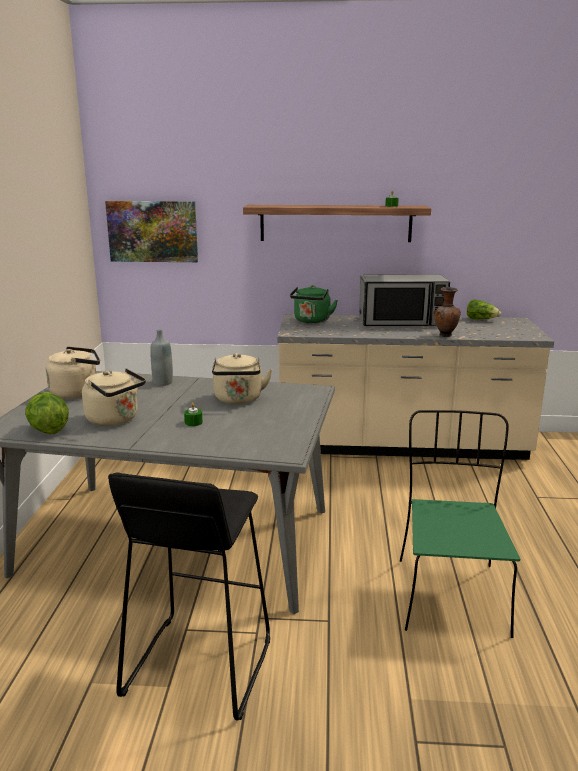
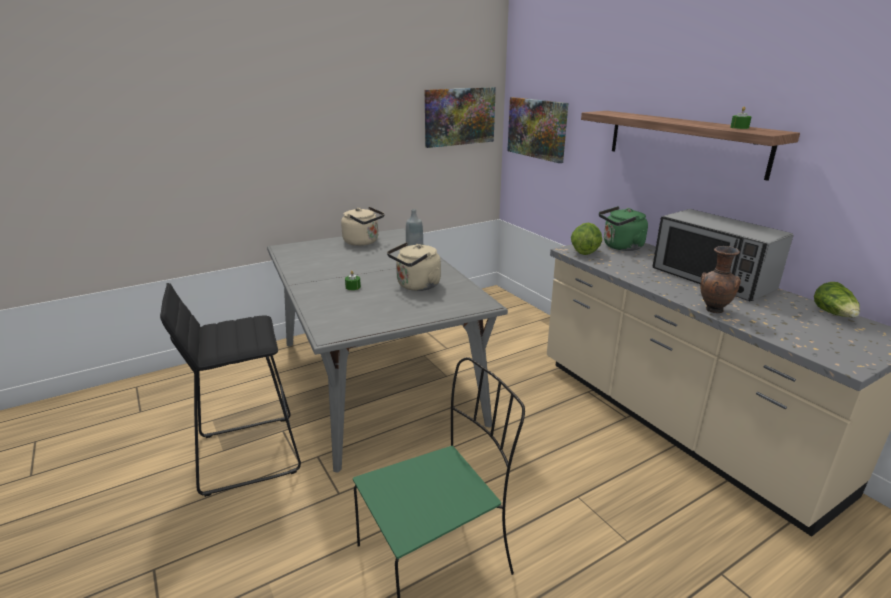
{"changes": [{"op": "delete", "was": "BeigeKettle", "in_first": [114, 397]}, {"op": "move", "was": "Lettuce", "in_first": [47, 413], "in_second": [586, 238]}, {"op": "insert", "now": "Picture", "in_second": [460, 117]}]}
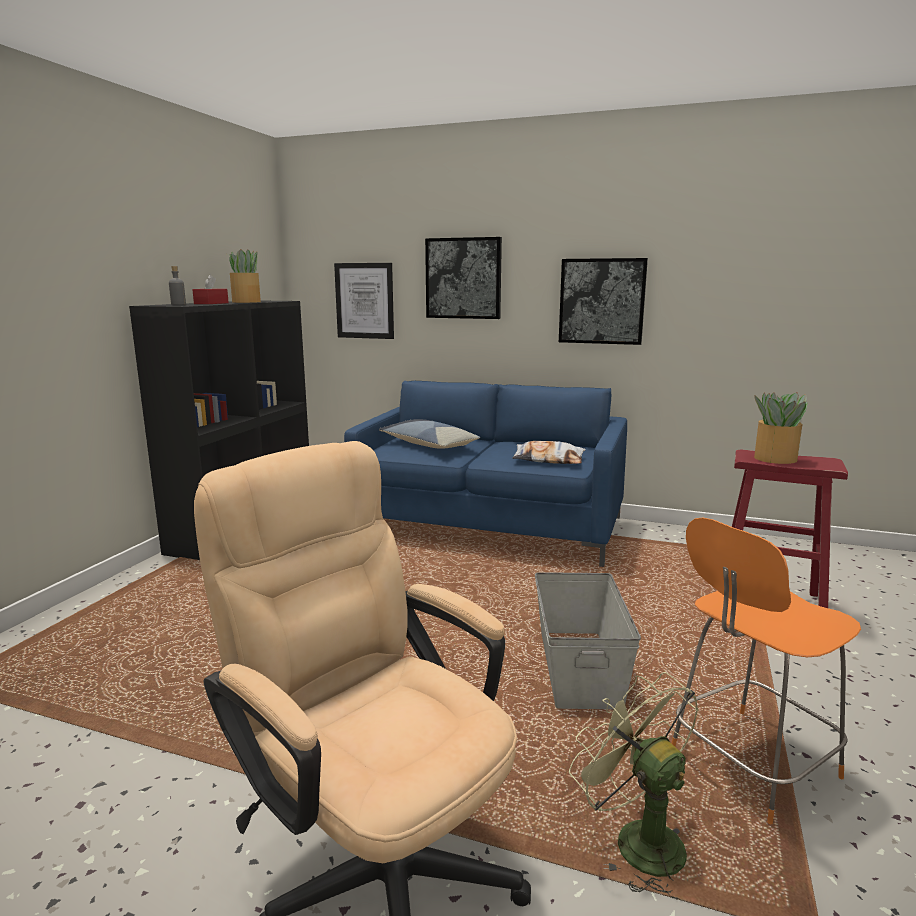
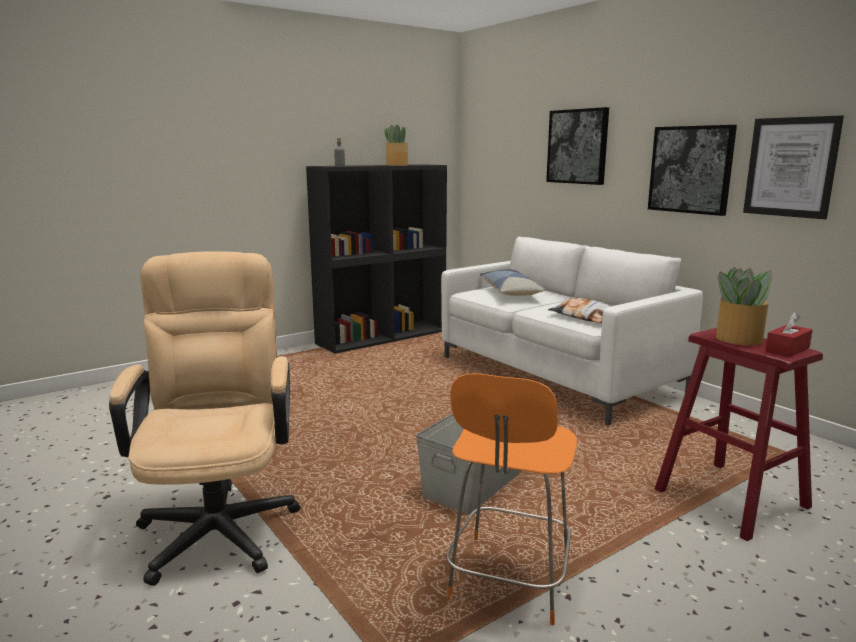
{"changes": [{"op": "move", "was": "Picture", "in_first": [364, 301], "in_second": [793, 167]}, {"op": "move", "was": "RedTissueBox", "in_first": [210, 289], "in_second": [789, 334]}, {"op": "recolor", "was": "BlueSofa", "now": "WhiteSofa", "in_first": [485, 474], "in_second": [572, 331]}, {"op": "rotate", "was": "OrangeChair", "in_first": [766, 671], "in_second": [511, 499], "clockwise": -75}, {"op": "delete", "was": "GreenFan", "in_first": [634, 785]}]}
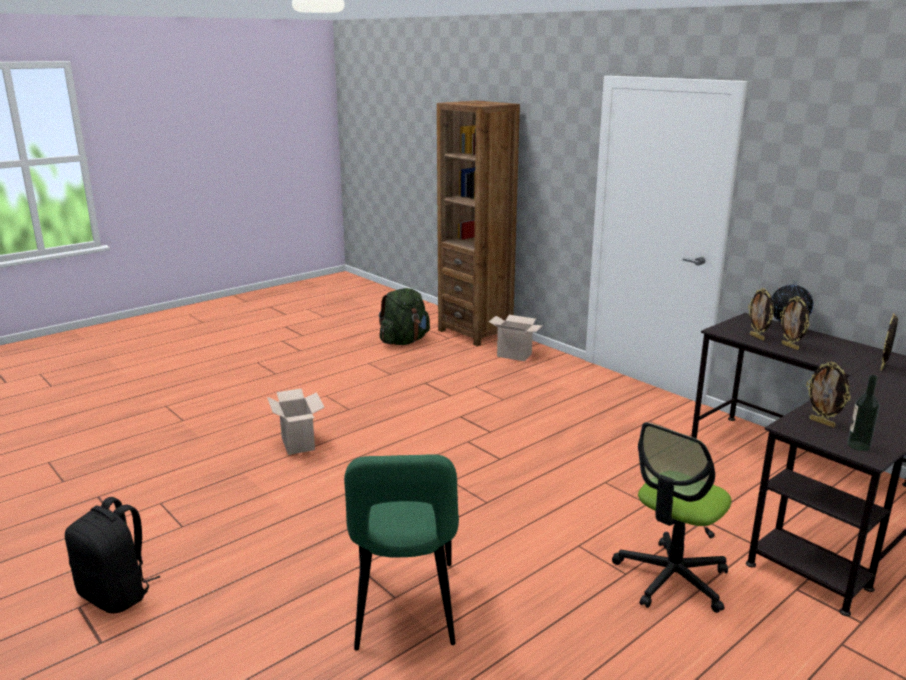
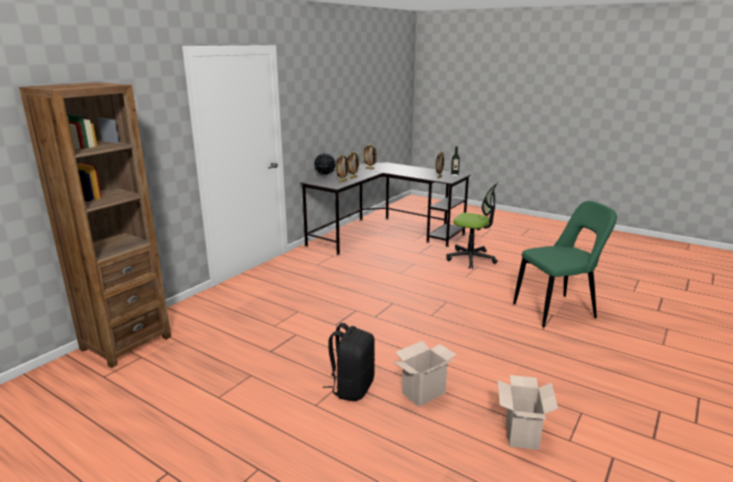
{"changes": [{"op": "delete", "was": "GreenBackpack", "in_first": [404, 316]}, {"op": "move", "was": "CardboardBox", "in_first": [516, 338], "in_second": [527, 412]}, {"op": "move", "was": "BlackBackpack", "in_first": [112, 555], "in_second": [349, 362]}]}
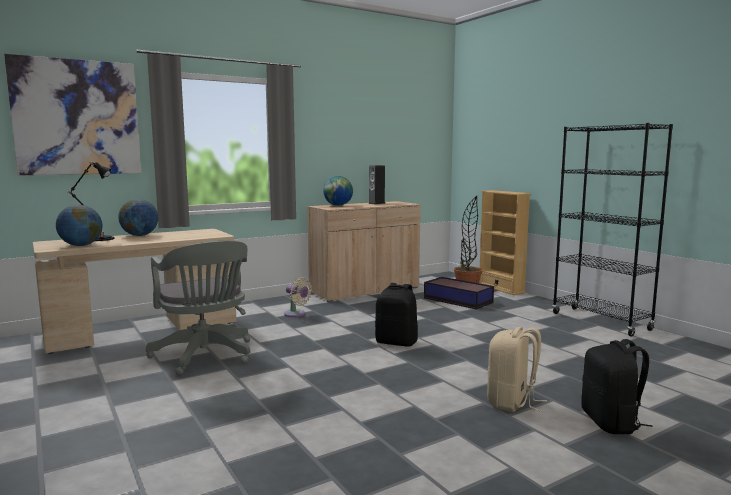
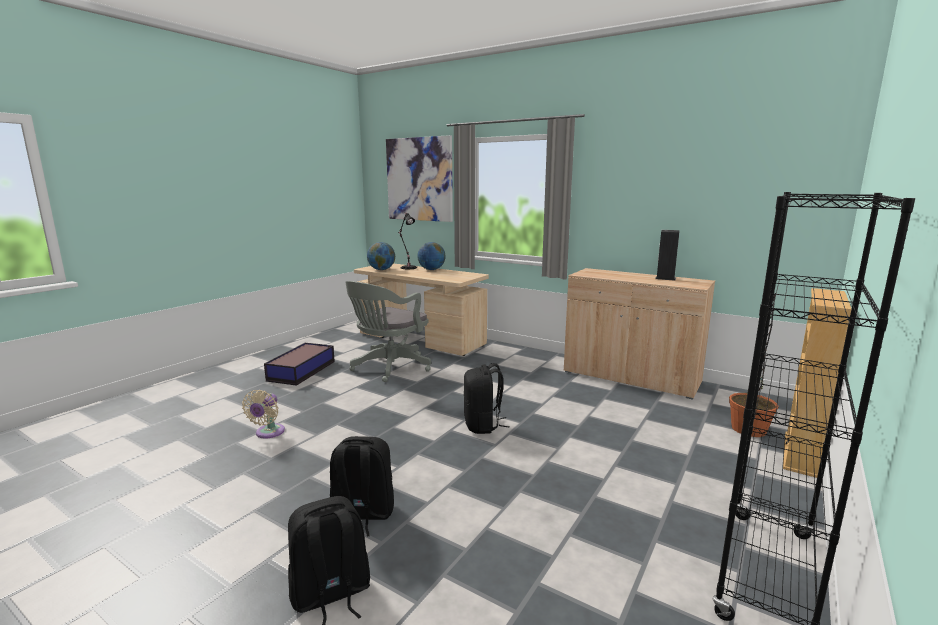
{"changes": [{"op": "delete", "was": "Globe", "in_first": [338, 191]}, {"op": "move", "was": "BeigeFan", "in_first": [298, 297], "in_second": [263, 414]}, {"op": "move", "was": "StorageBox", "in_first": [459, 293], "in_second": [299, 364]}, {"op": "recolor", "was": "BeigeBackpack", "now": "BlackBackpack", "in_first": [517, 369], "in_second": [362, 486]}]}
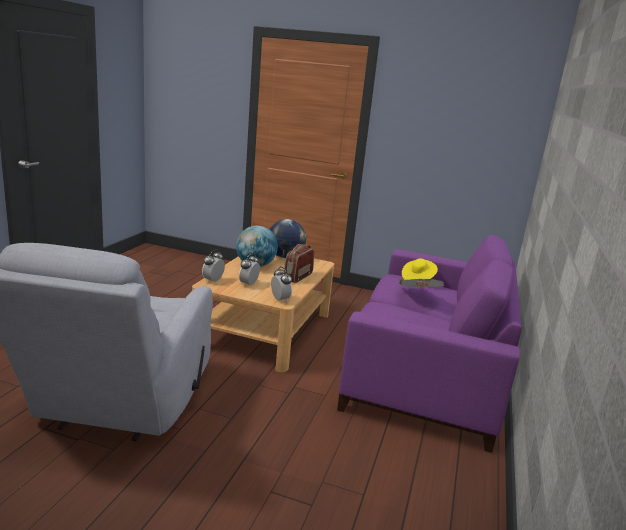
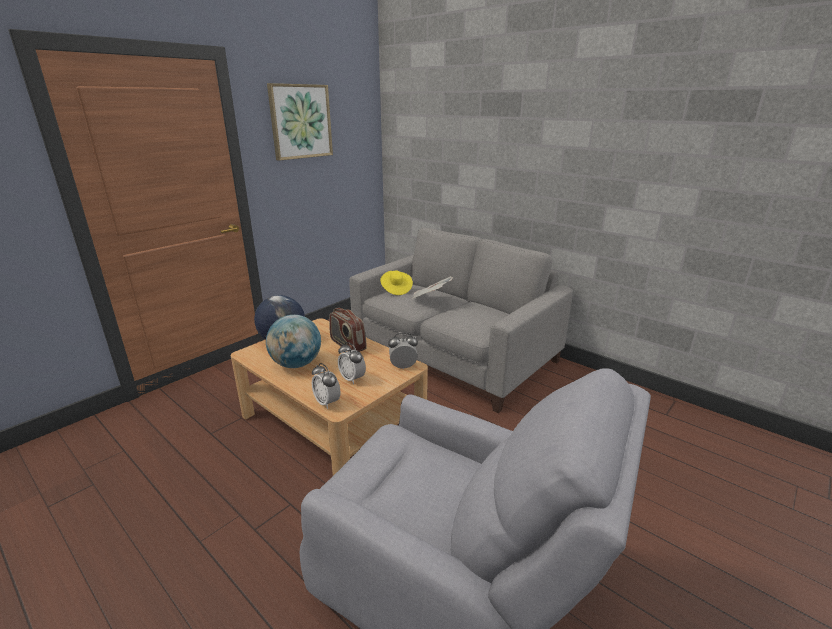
{"changes": [{"op": "recolor", "was": "PurpleSofa", "now": "GreySofa", "in_first": [429, 344], "in_second": [461, 320]}, {"op": "insert", "now": "Picture", "in_second": [300, 122]}]}
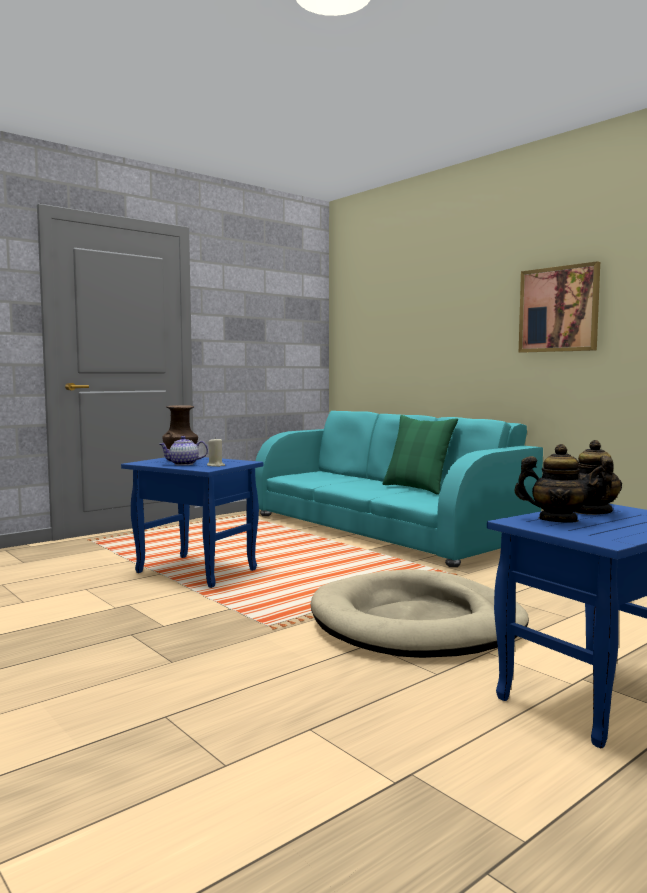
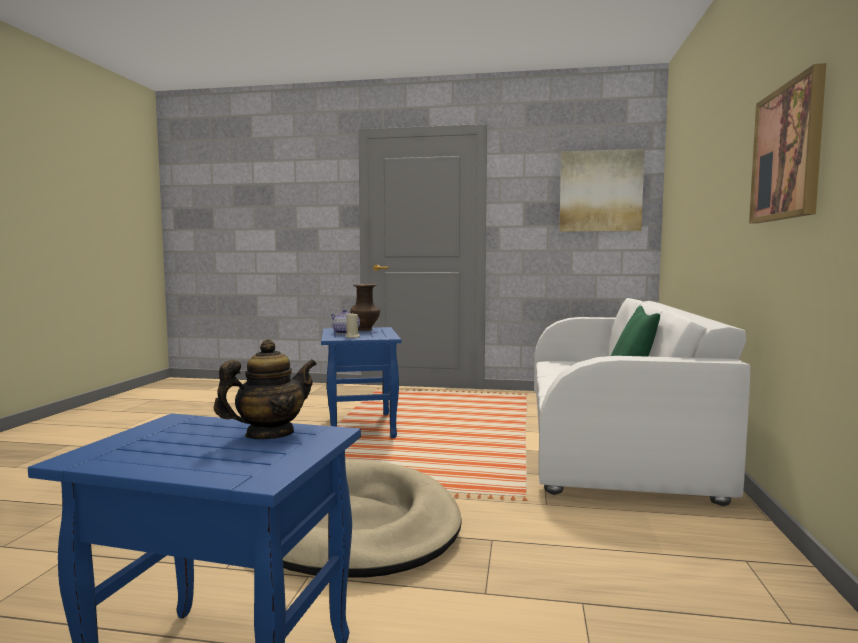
{"changes": [{"op": "recolor", "was": "TurquoiseSofa", "now": "WhiteSofa", "in_first": [399, 489], "in_second": [642, 402]}, {"op": "delete", "was": "Teapot", "in_first": [559, 483]}, {"op": "insert", "now": "Picture", "in_second": [602, 190]}]}
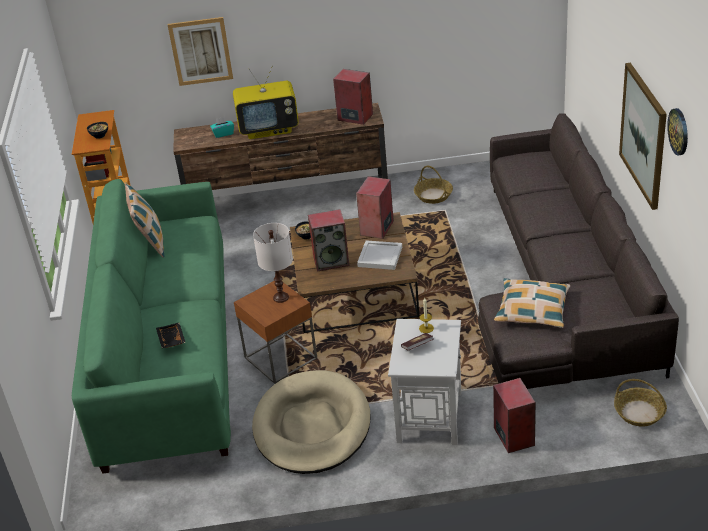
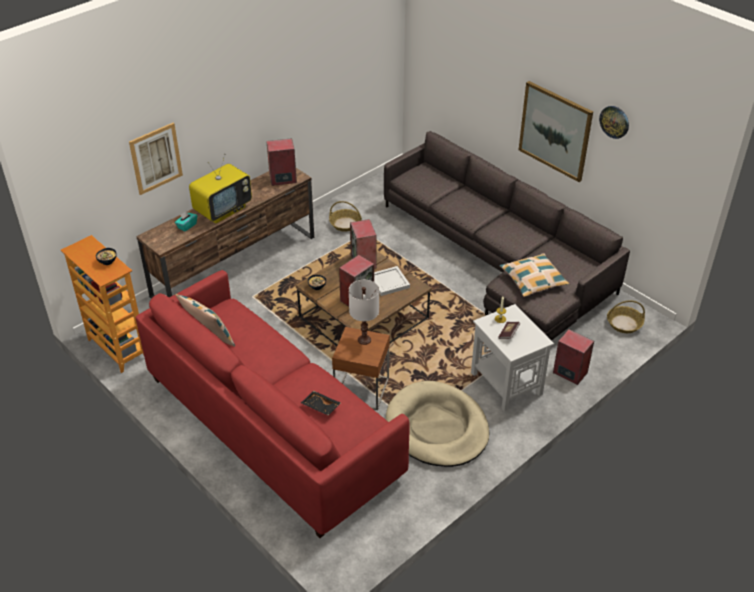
{"changes": [{"op": "recolor", "was": "GreenSofa", "now": "RedSofa", "in_first": [151, 326], "in_second": [273, 404]}]}
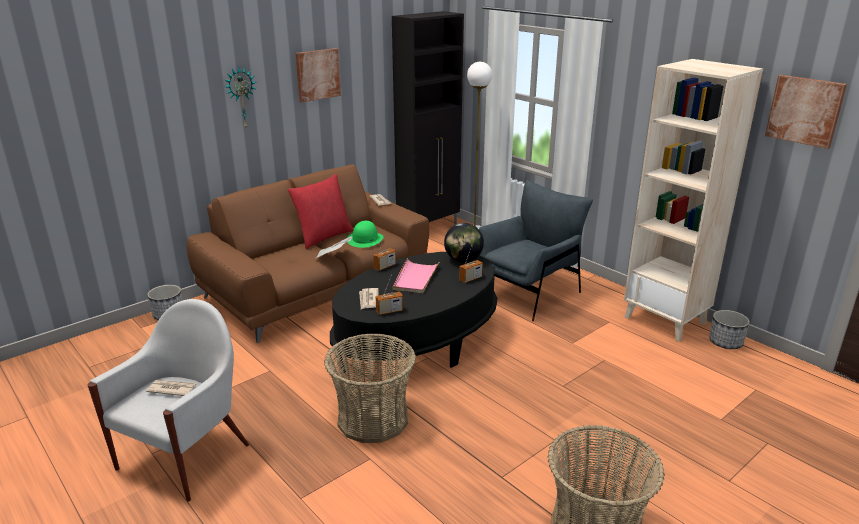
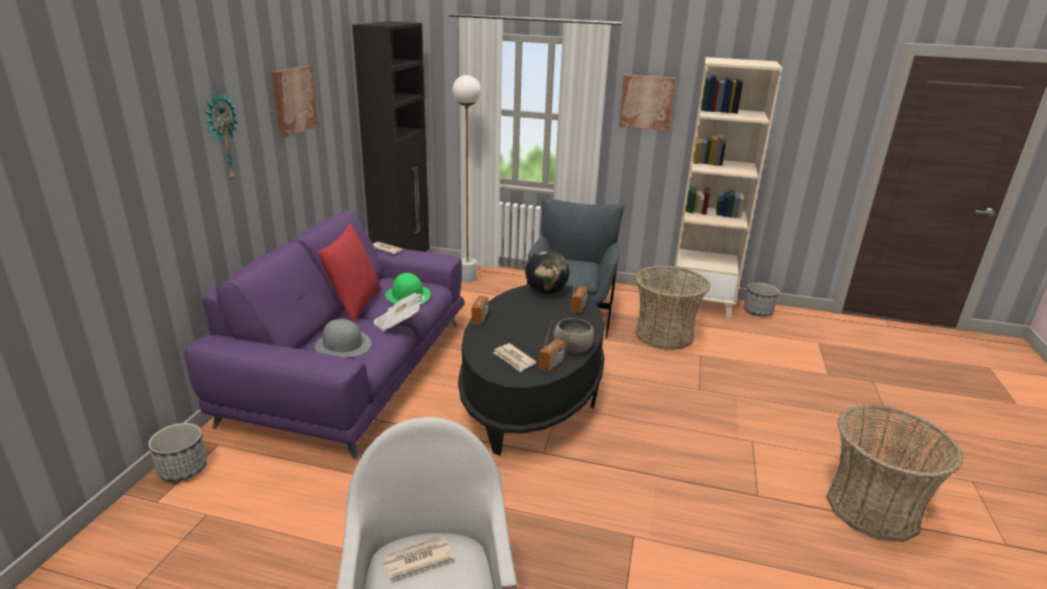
{"changes": [{"op": "move", "was": "Picture", "in_first": [806, 112], "in_second": [647, 102]}, {"op": "recolor", "was": "BrownSofa", "now": "PurpleSofa", "in_first": [308, 253], "in_second": [325, 335]}, {"op": "delete", "was": "PinkTray", "in_first": [416, 275]}, {"op": "move", "was": "Basket", "in_first": [370, 388], "in_second": [672, 308]}, {"op": "insert", "now": "GreyBowl", "in_second": [574, 335]}, {"op": "insert", "now": "GreyHat", "in_second": [343, 338]}]}
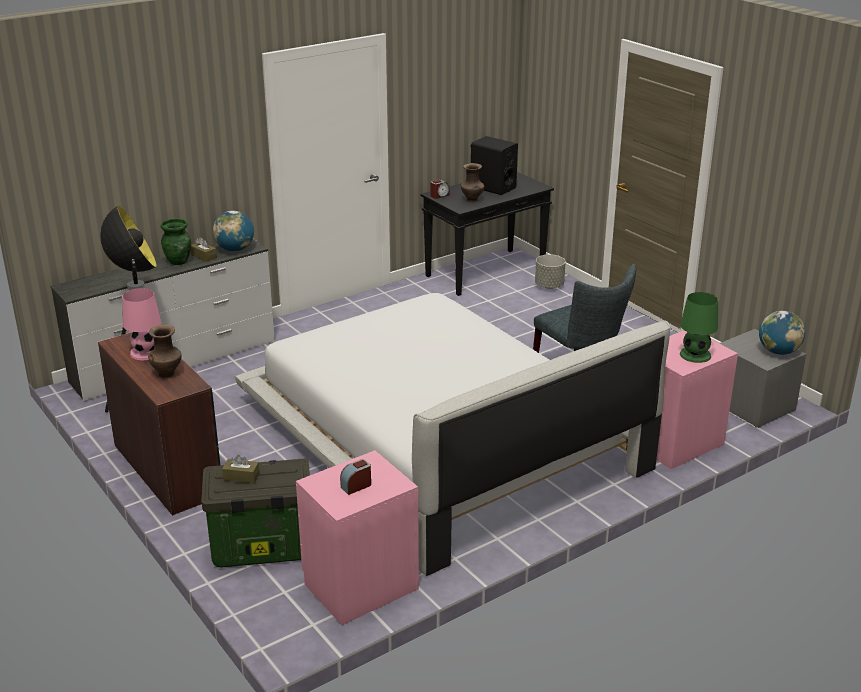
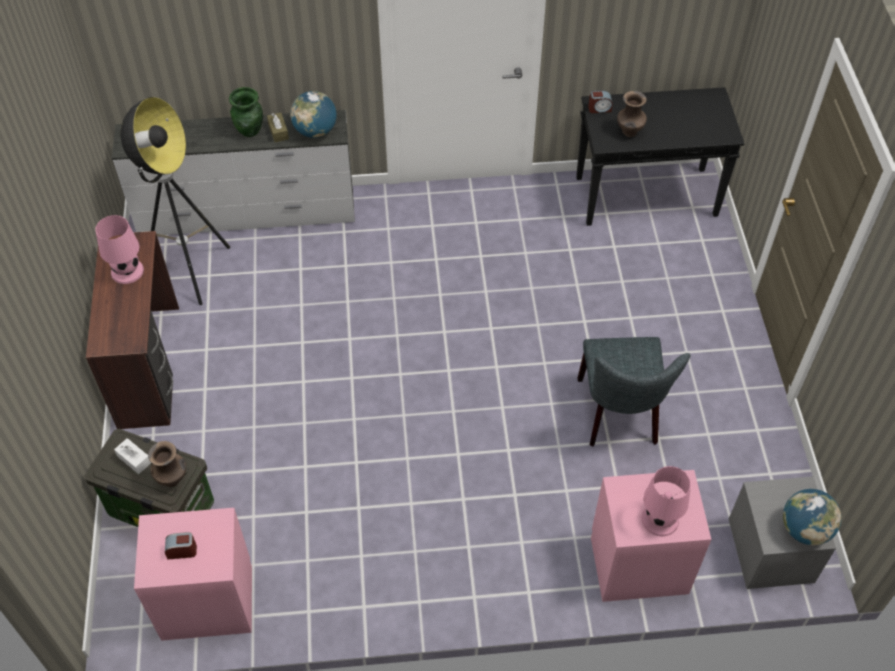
{"changes": [{"op": "delete", "was": "BlackSpeaker", "in_first": [494, 165]}, {"op": "delete", "was": "GreyPlanter", "in_first": [550, 271]}, {"op": "recolor", "was": "GreenTableLamp", "now": "PinkTableLamp", "in_first": [699, 327], "in_second": [666, 501]}, {"op": "delete", "was": "WhiteBed", "in_first": [452, 434]}, {"op": "move", "was": "BrownVase", "in_first": [165, 351], "in_second": [167, 464]}, {"op": "recolor", "was": "BrownTissueBox", "now": "WhiteTissueBox", "in_first": [241, 469], "in_second": [132, 456]}]}
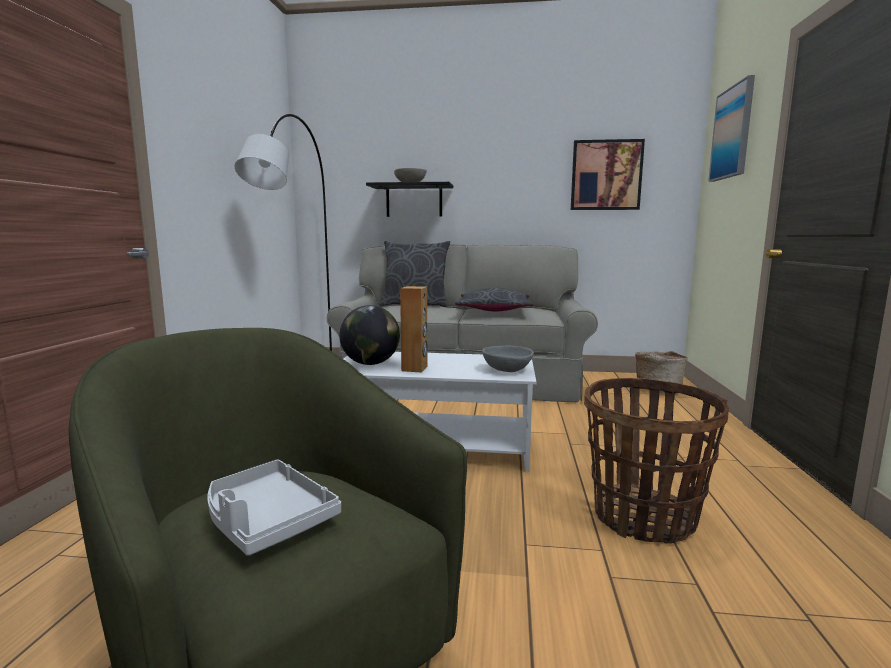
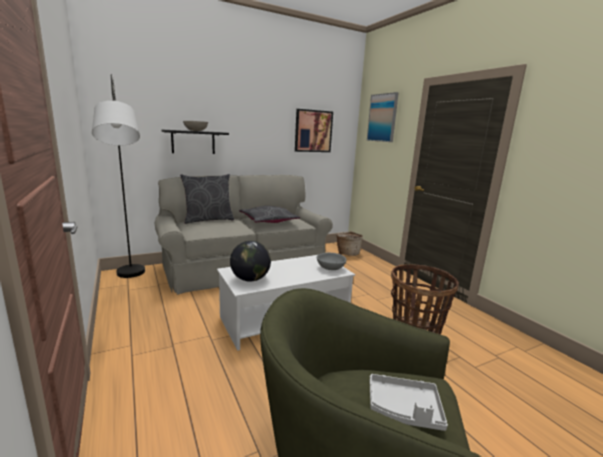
{"changes": [{"op": "delete", "was": "BrownSpeaker", "in_first": [414, 329]}]}
